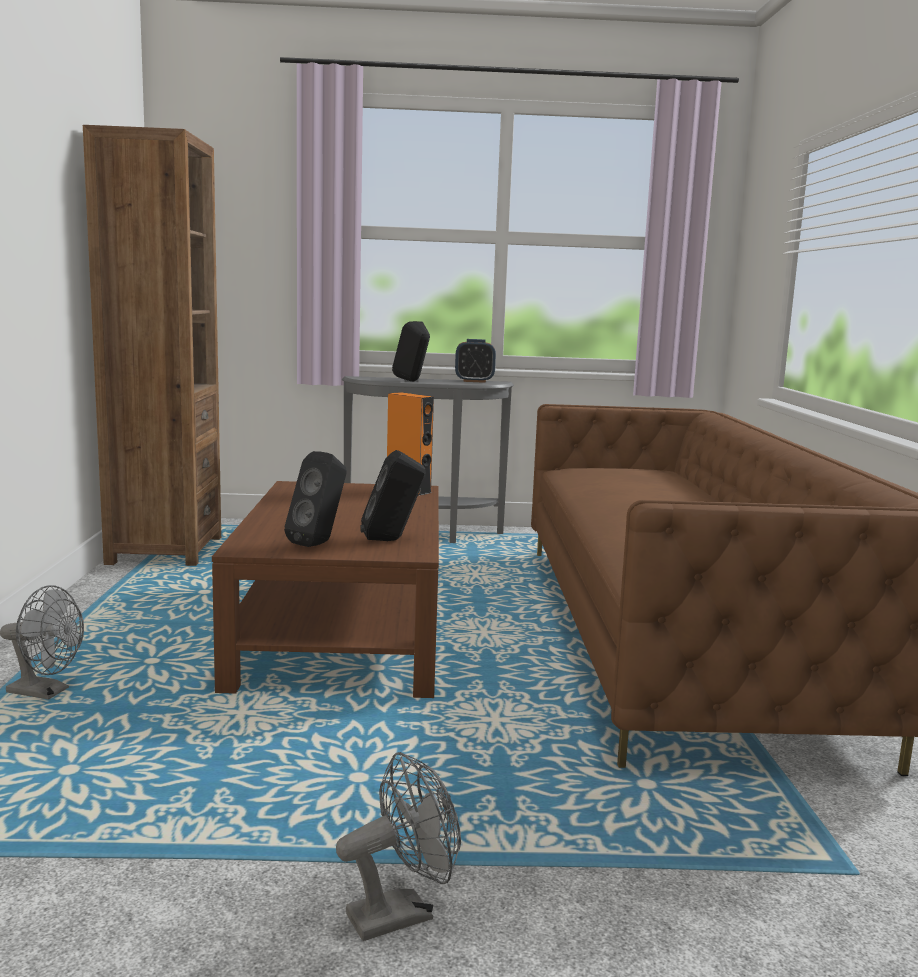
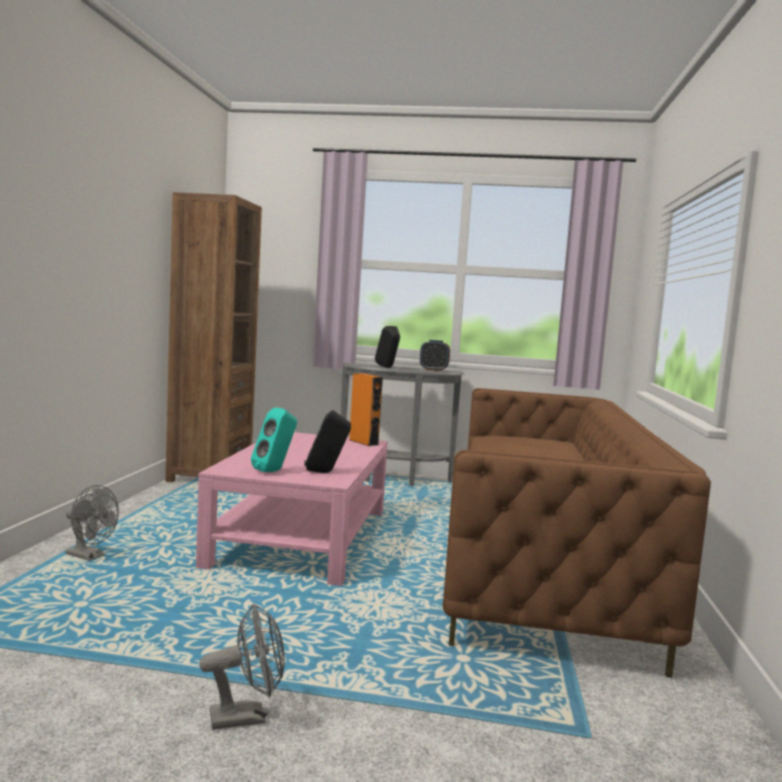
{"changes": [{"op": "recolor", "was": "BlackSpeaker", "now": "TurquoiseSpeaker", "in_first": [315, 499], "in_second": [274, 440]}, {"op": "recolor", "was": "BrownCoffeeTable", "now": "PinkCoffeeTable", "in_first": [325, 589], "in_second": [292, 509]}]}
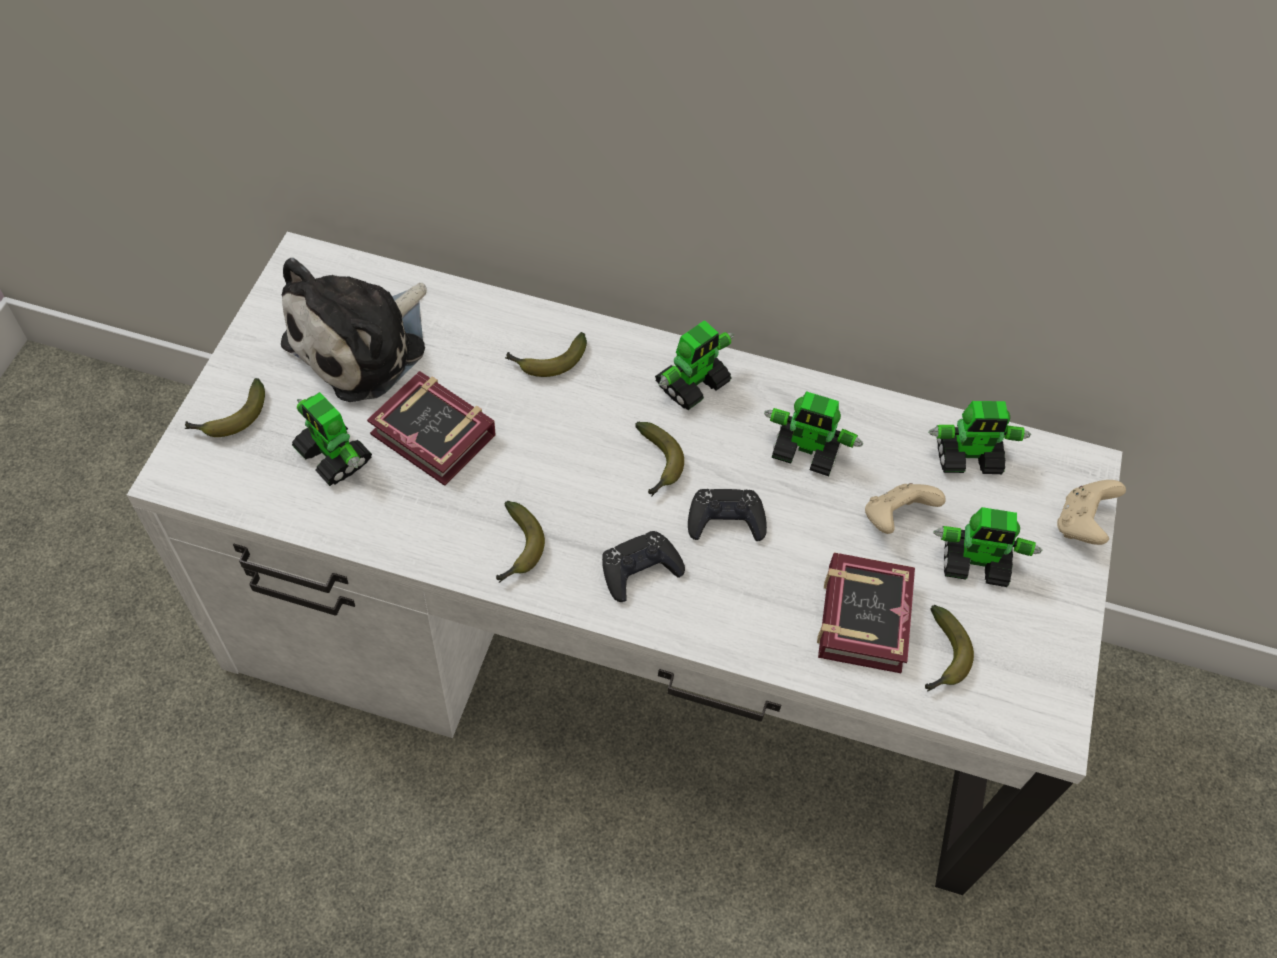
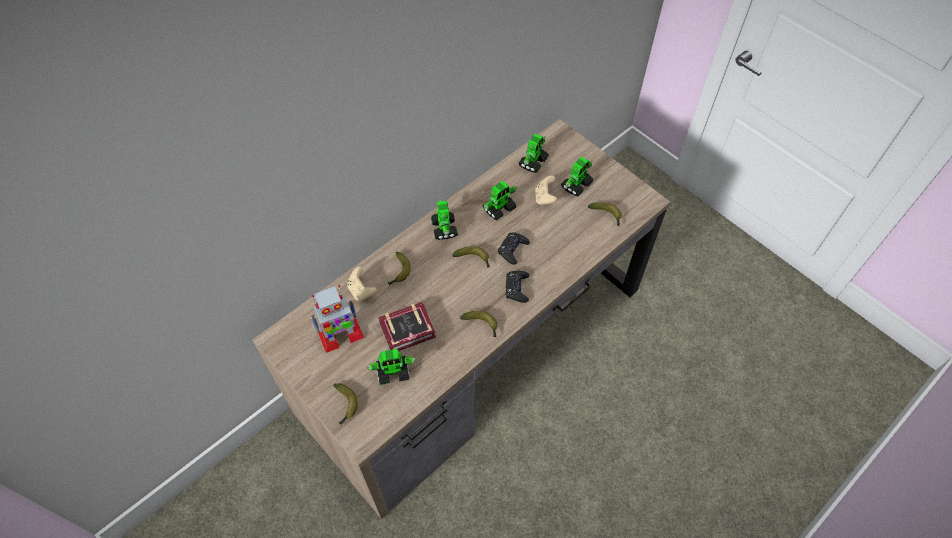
{"changes": [{"op": "recolor", "was": "WhiteDesk", "now": "BrownDesk", "in_first": [624, 563], "in_second": [461, 319]}, {"op": "replace", "was": "PlushToy", "now": "ToyRobot", "in_first": [354, 330], "in_second": [337, 319]}, {"op": "move", "was": "BeigeGameController", "in_first": [1091, 512], "in_second": [362, 284]}, {"op": "delete", "was": "Book", "in_first": [866, 613]}]}
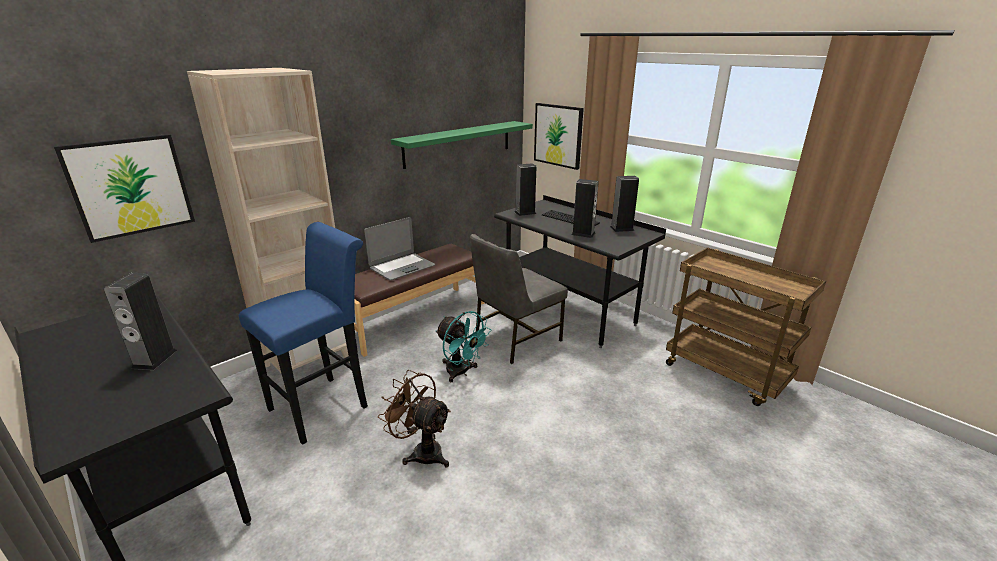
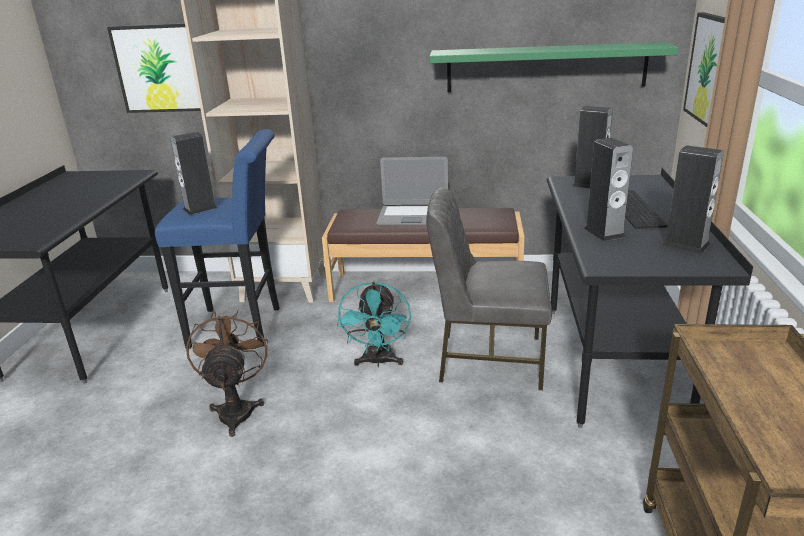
{"changes": [{"op": "move", "was": "Speaker", "in_first": [140, 321], "in_second": [194, 173]}]}
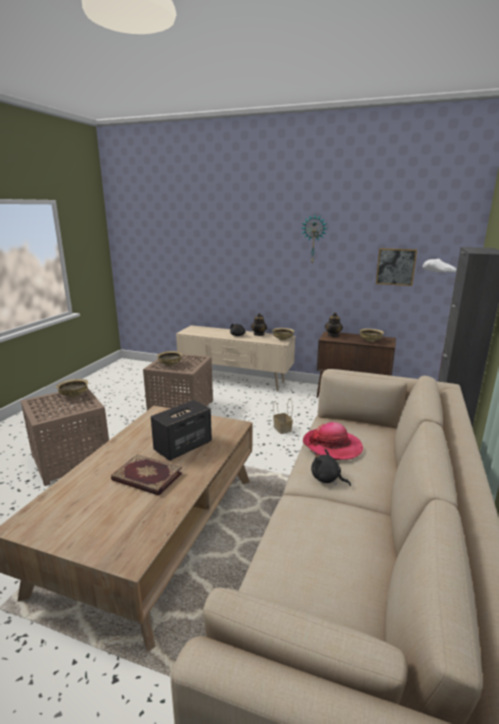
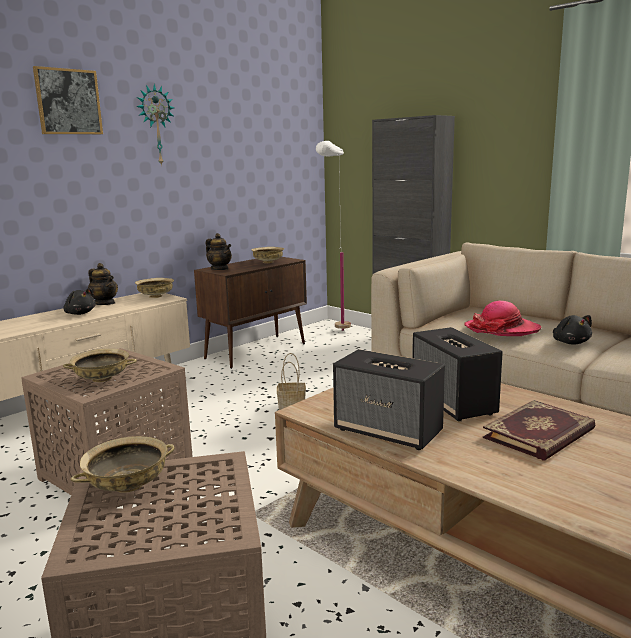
{"changes": [{"op": "move", "was": "Picture", "in_first": [396, 267], "in_second": [68, 100]}, {"op": "rotate", "was": "BlackPlushToy", "in_first": [331, 467], "in_second": [572, 329], "clockwise": -75}, {"op": "insert", "now": "Speaker", "in_second": [389, 399]}]}
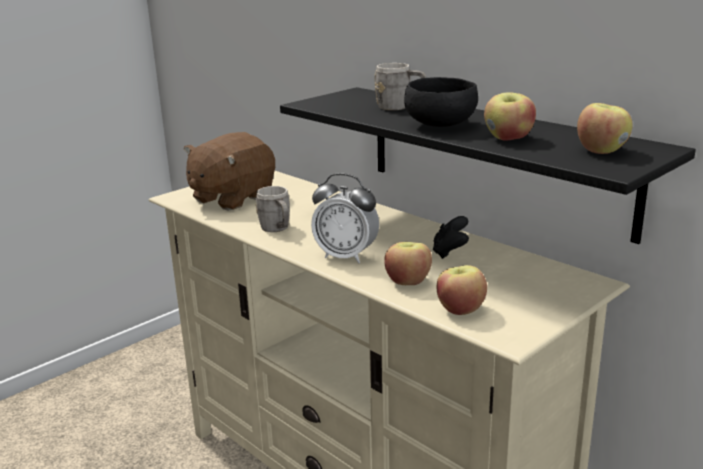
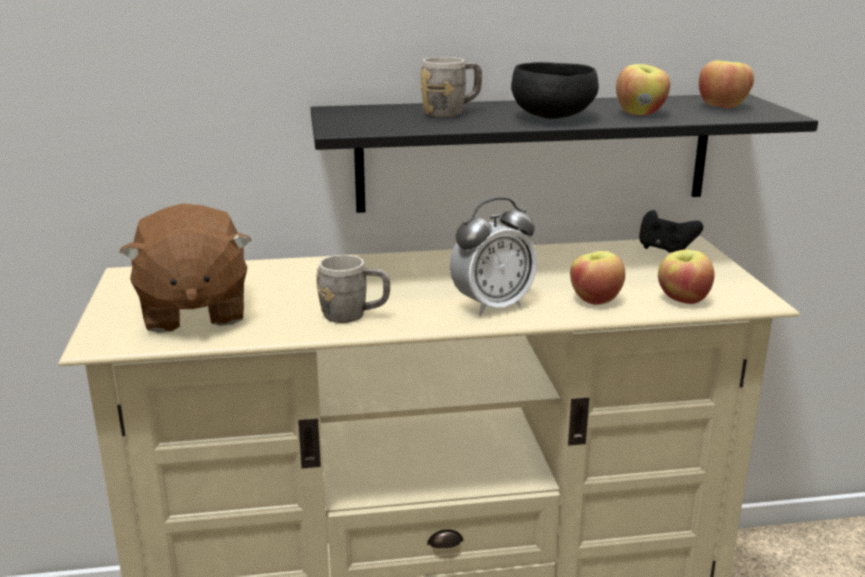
{"changes": [{"op": "move", "was": "BlackGameController", "in_first": [451, 237], "in_second": [671, 231]}]}
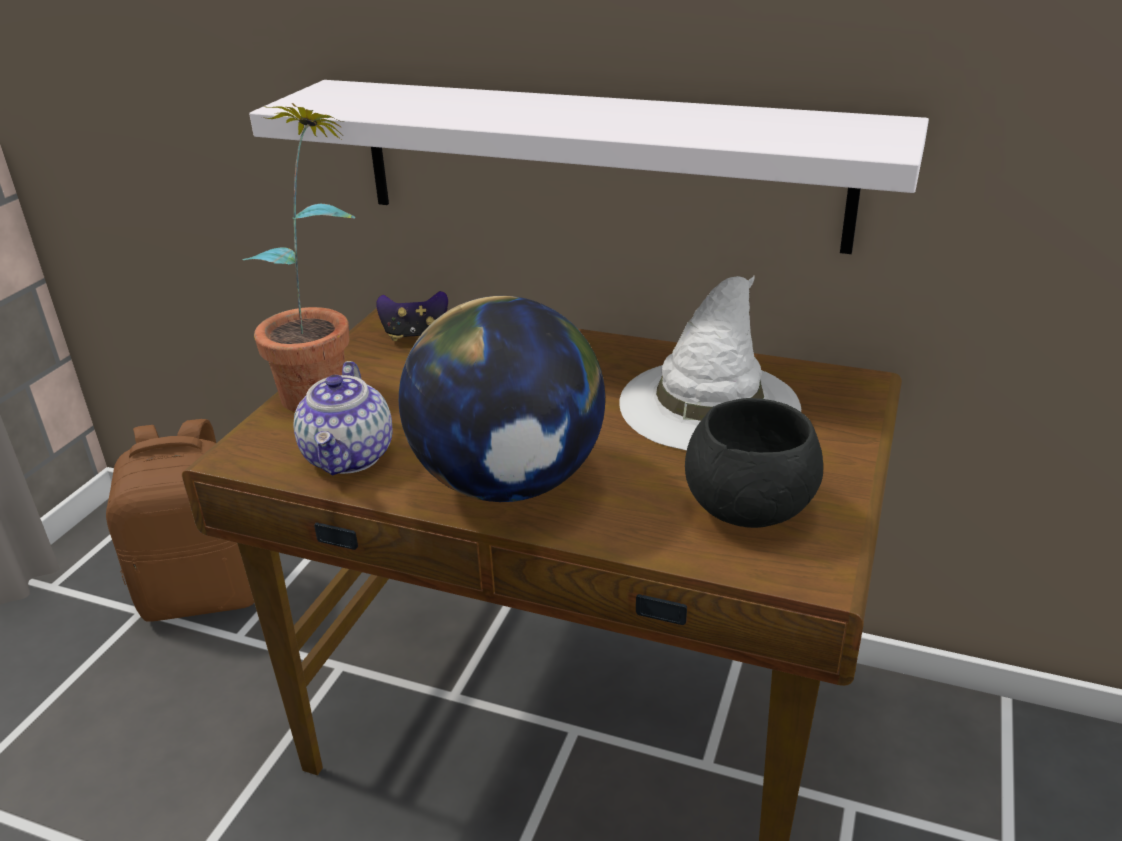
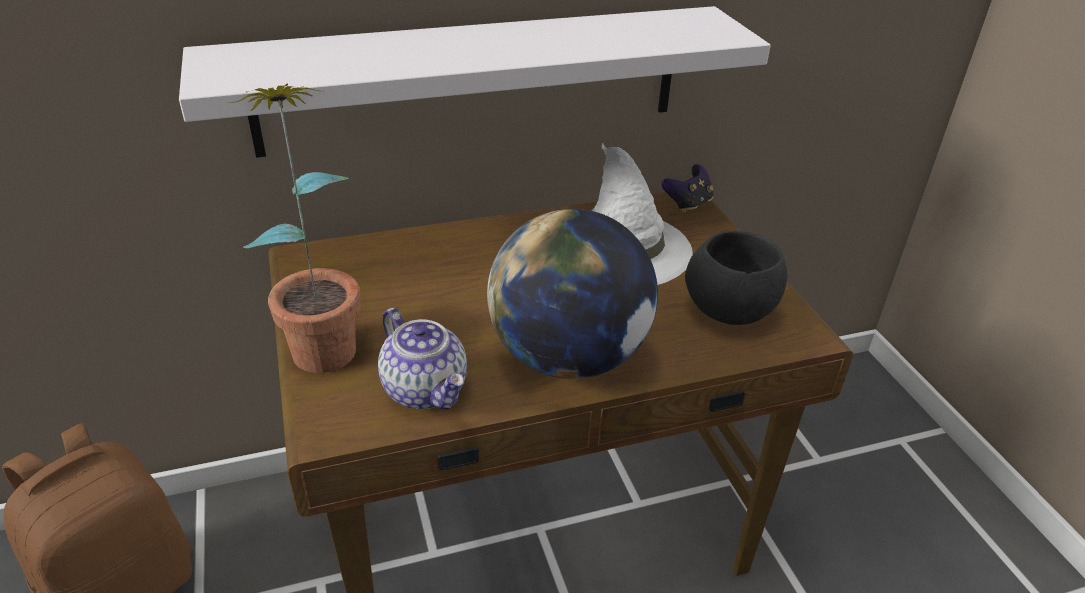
{"changes": [{"op": "move", "was": "GameController", "in_first": [412, 316], "in_second": [688, 188]}]}
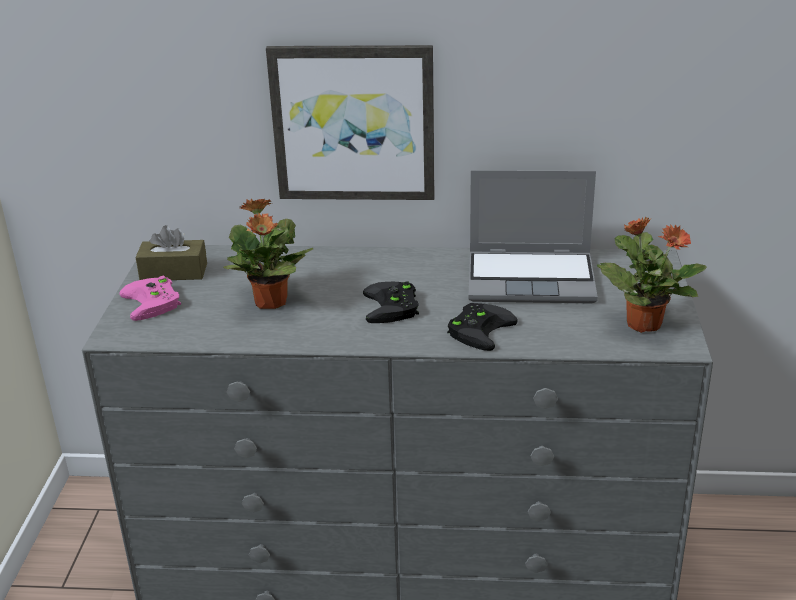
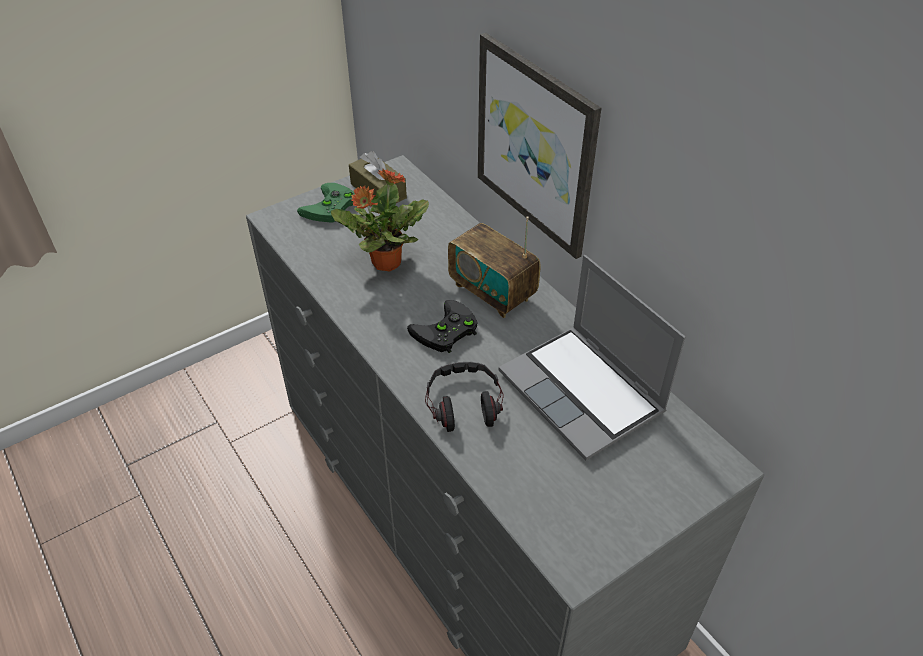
{"changes": [{"op": "delete", "was": "PottedPlant", "in_first": [652, 274]}, {"op": "recolor", "was": "PinkGameController", "now": "GreenGameController", "in_first": [150, 298], "in_second": [326, 203]}, {"op": "replace", "was": "BlackGameController", "now": "Headphones", "in_first": [482, 327], "in_second": [464, 397]}, {"op": "insert", "now": "Radio", "in_second": [494, 267]}]}
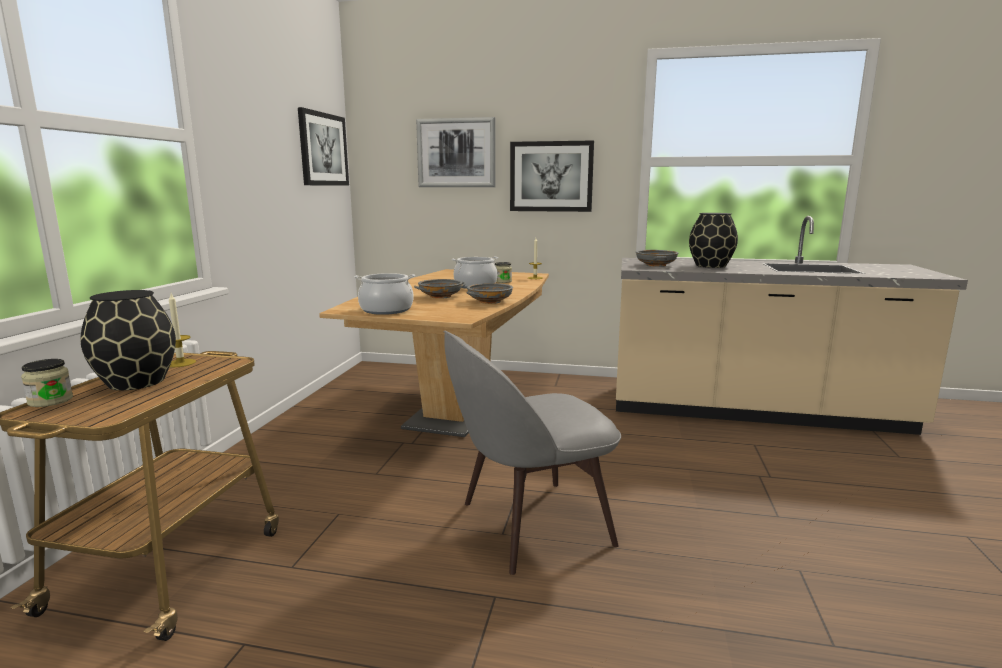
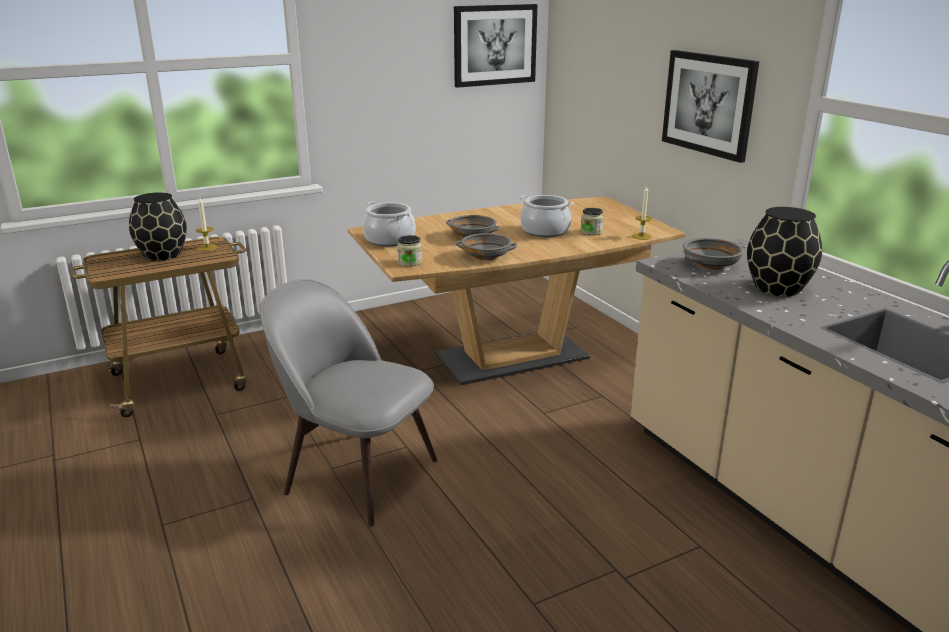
{"changes": [{"op": "delete", "was": "Picture", "in_first": [456, 152]}, {"op": "move", "was": "Jar", "in_first": [47, 383], "in_second": [409, 251]}]}
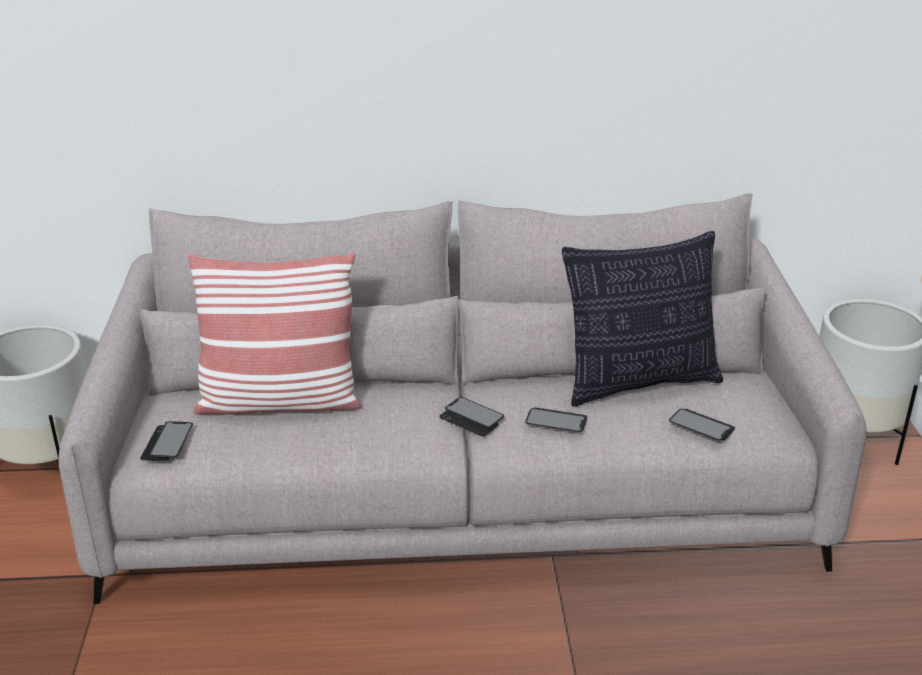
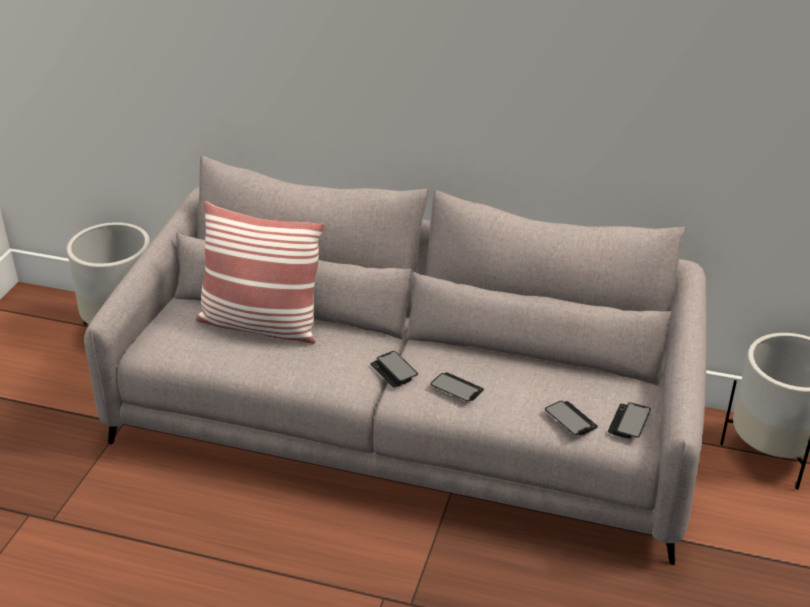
{"changes": [{"op": "delete", "was": "Pillow", "in_first": [642, 319]}, {"op": "move", "was": "Phone", "in_first": [166, 441], "in_second": [629, 420]}]}
